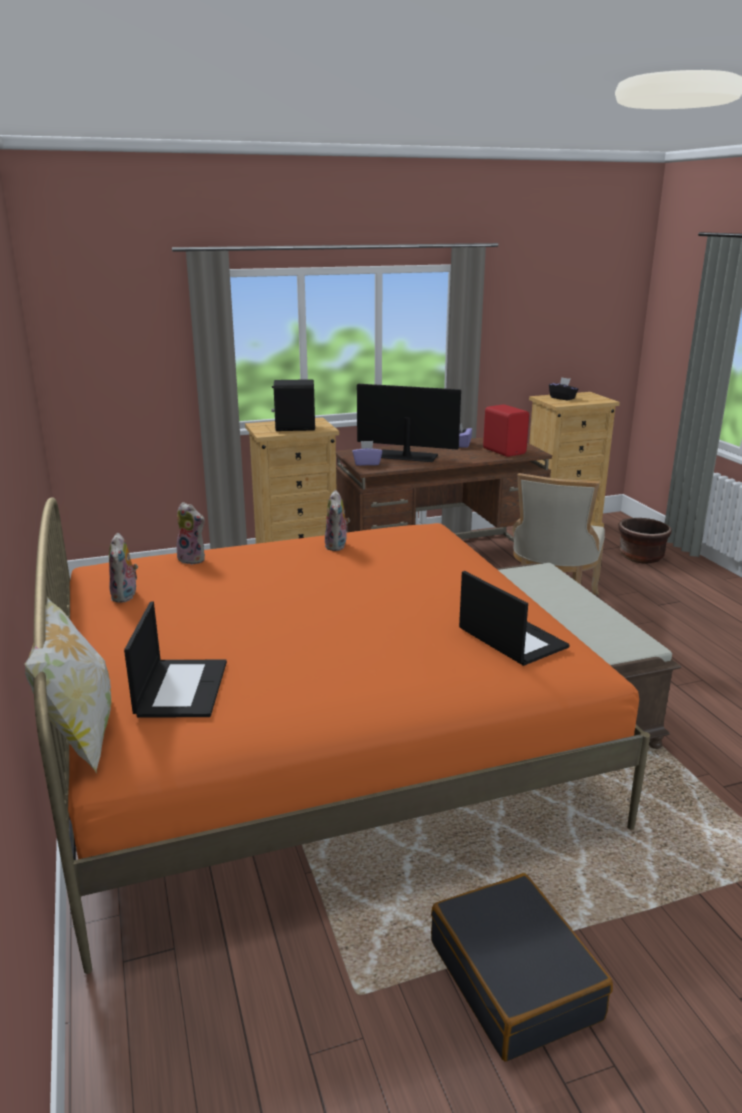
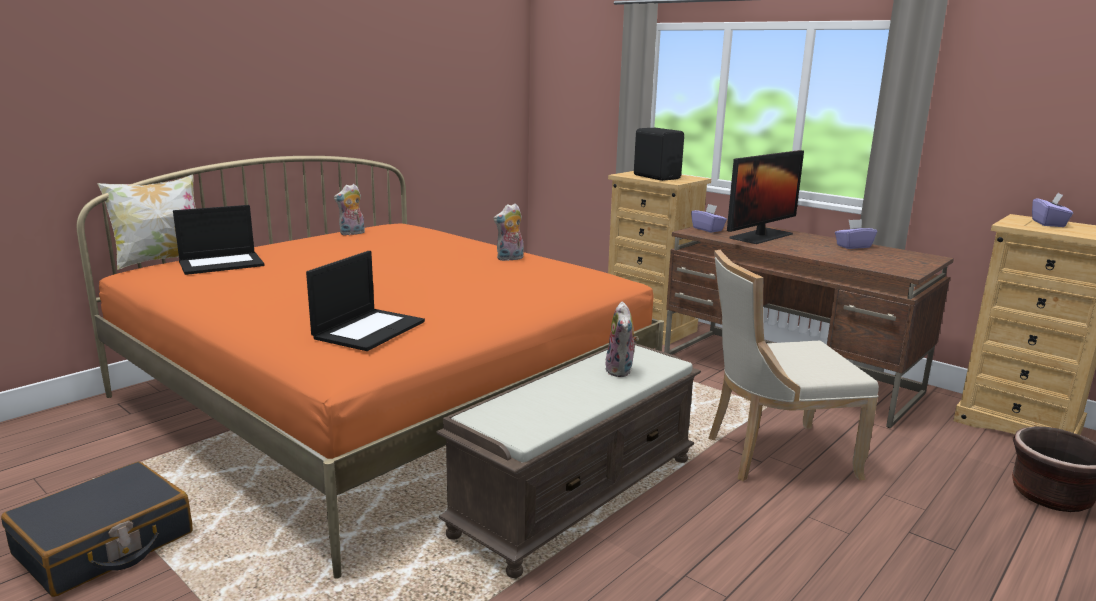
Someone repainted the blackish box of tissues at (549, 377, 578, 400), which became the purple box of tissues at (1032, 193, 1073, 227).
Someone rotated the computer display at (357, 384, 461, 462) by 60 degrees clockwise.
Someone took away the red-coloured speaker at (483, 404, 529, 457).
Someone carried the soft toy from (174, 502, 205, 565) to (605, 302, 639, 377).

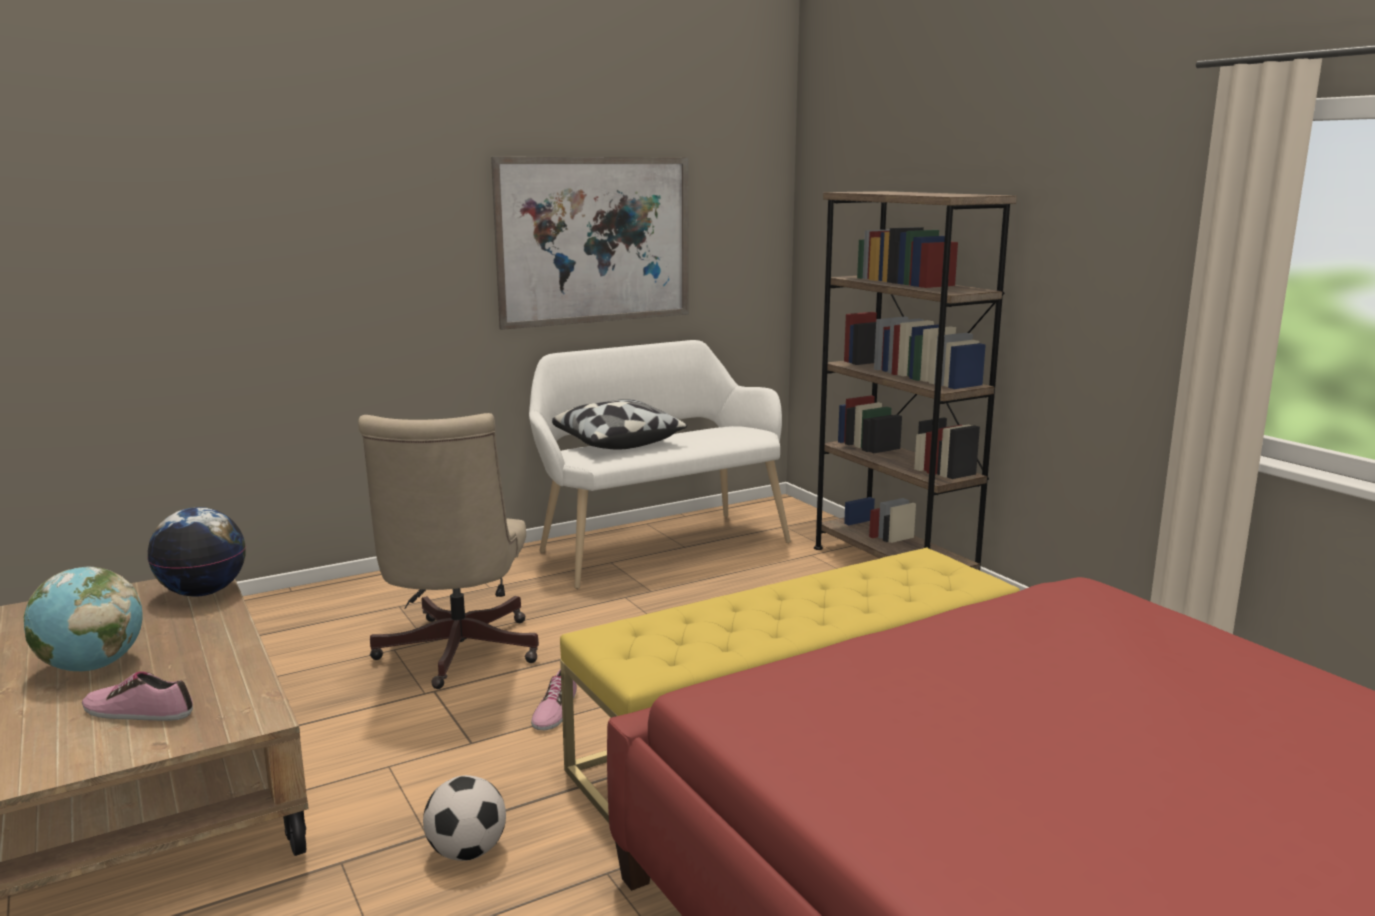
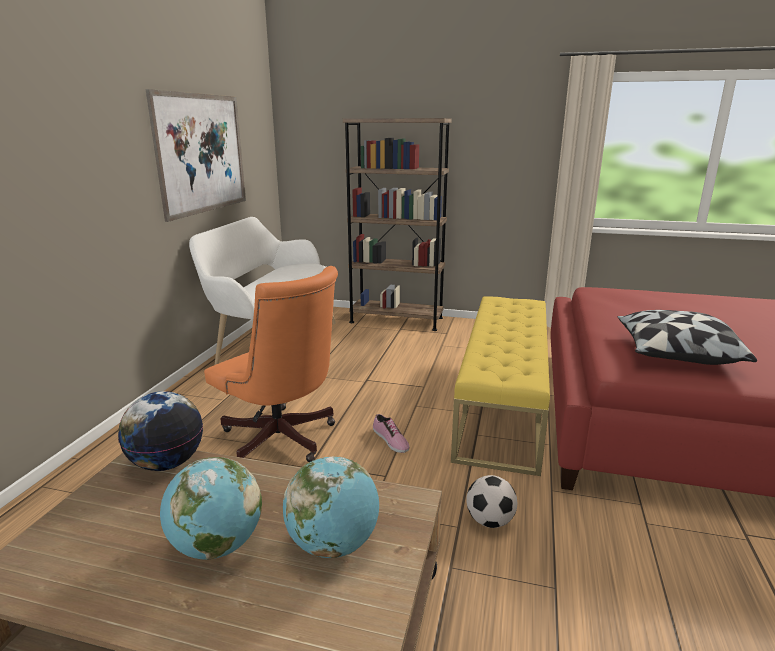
Someone carried the cushion from (552, 399, 687, 450) to (617, 310, 757, 365).
Someone repainted the beige desk chair at (358, 413, 539, 689), which became the orange-coloured desk chair at (204, 266, 338, 462).
Someone swapped the shoe at (82, 671, 193, 721) for the world globe at (283, 456, 379, 558).

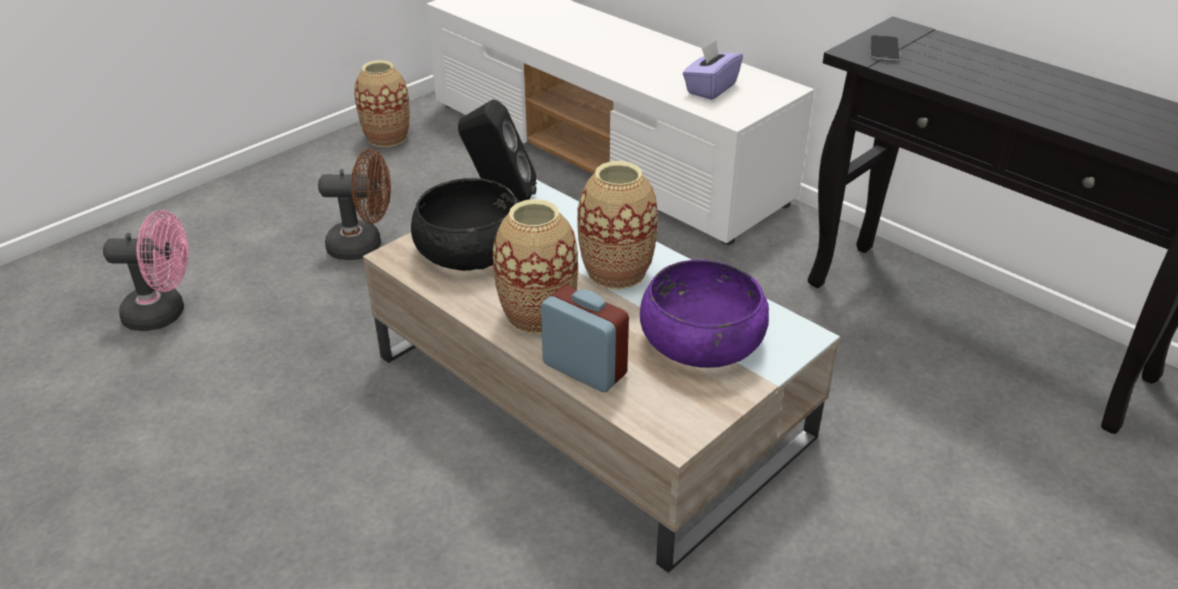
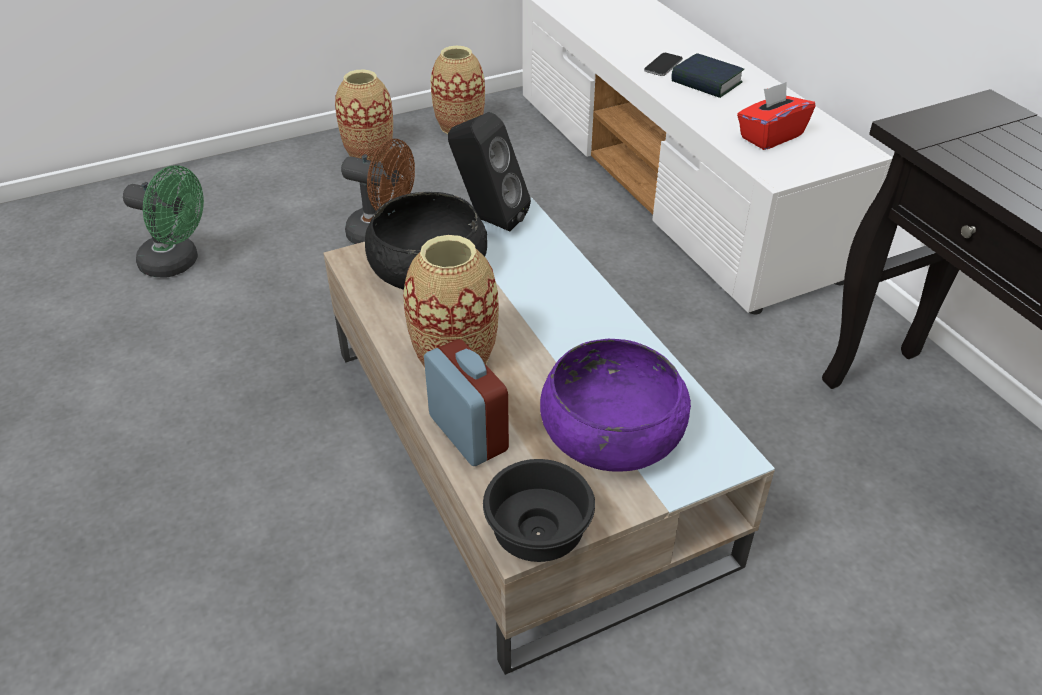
Someone carried the handset from (871, 35, 900, 61) to (644, 53, 683, 76).
Someone repainted the purple box of tissues at (683, 40, 743, 100), which became the red-coloured box of tissues at (737, 82, 815, 150).
Someone carried the flower vase from (577, 161, 658, 290) to (335, 69, 393, 161).
Someone repainted the pink fan at (103, 210, 189, 331), which became the greenish fan at (123, 165, 204, 278).
Someone put down the volume at (671, 53, 744, 98).
Someone put down the blackish bowl at (483, 459, 595, 562).

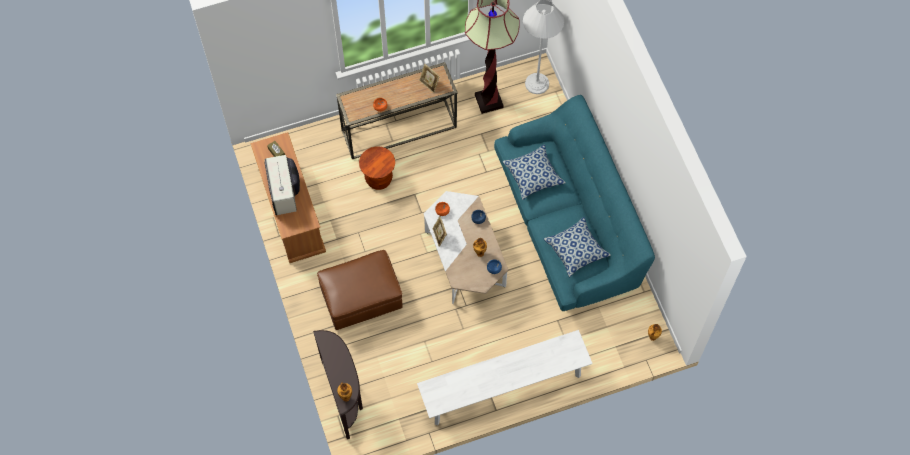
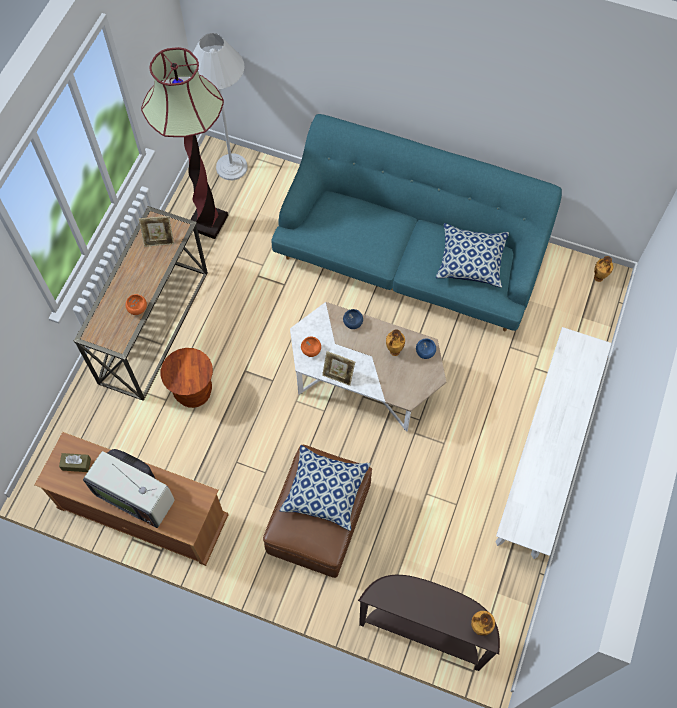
Someone carried the cushion from (502, 144, 566, 200) to (280, 445, 370, 531).

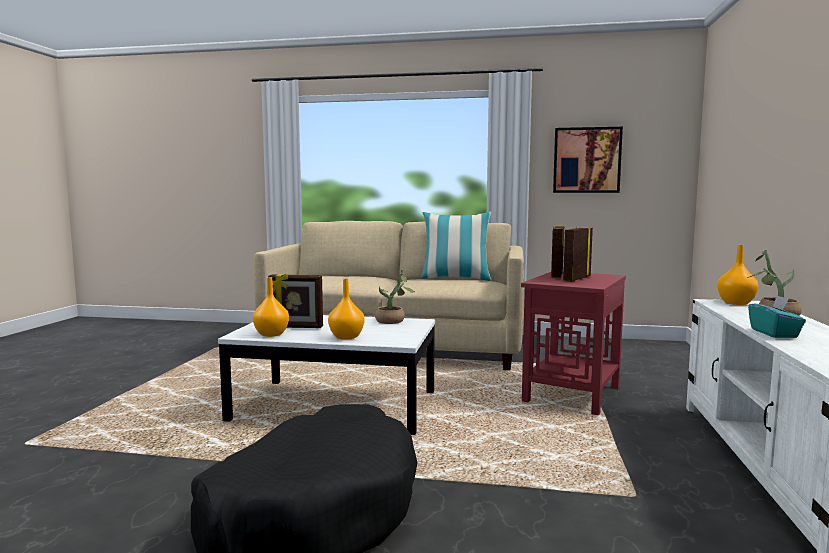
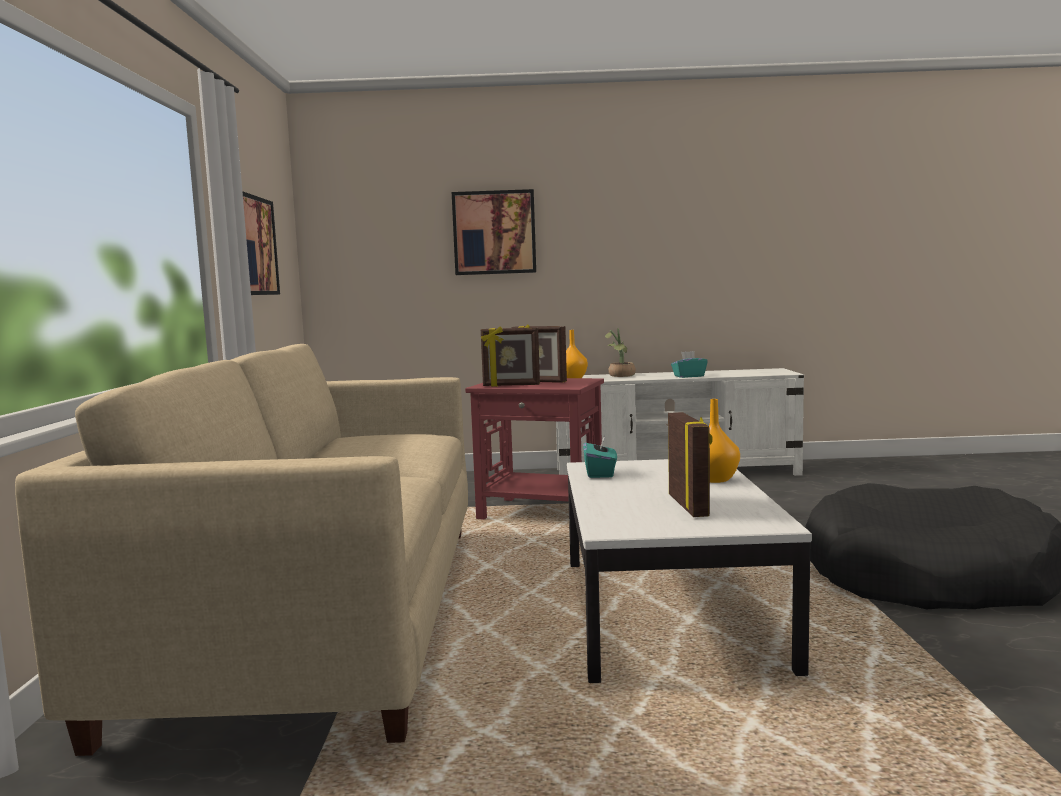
Someone took away the cushion at (421, 212, 492, 281).
Someone swapped the houseplant at (375, 270, 414, 324) for the turquoise box of tissues at (583, 435, 617, 478).
Someone took away the orange-coloured flower vase at (253, 277, 289, 337).
Someone put up the wall art at (452, 189, 536, 275).

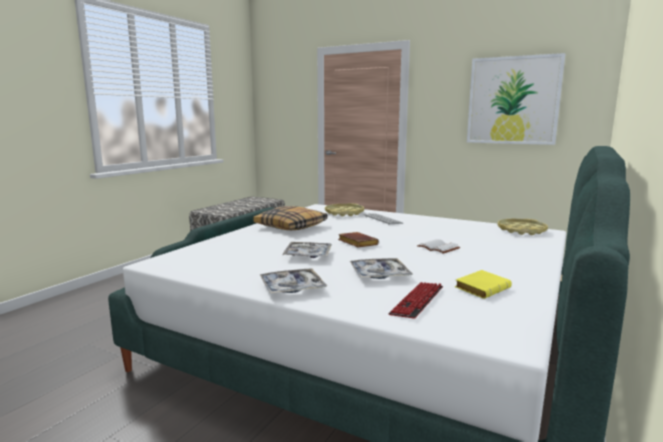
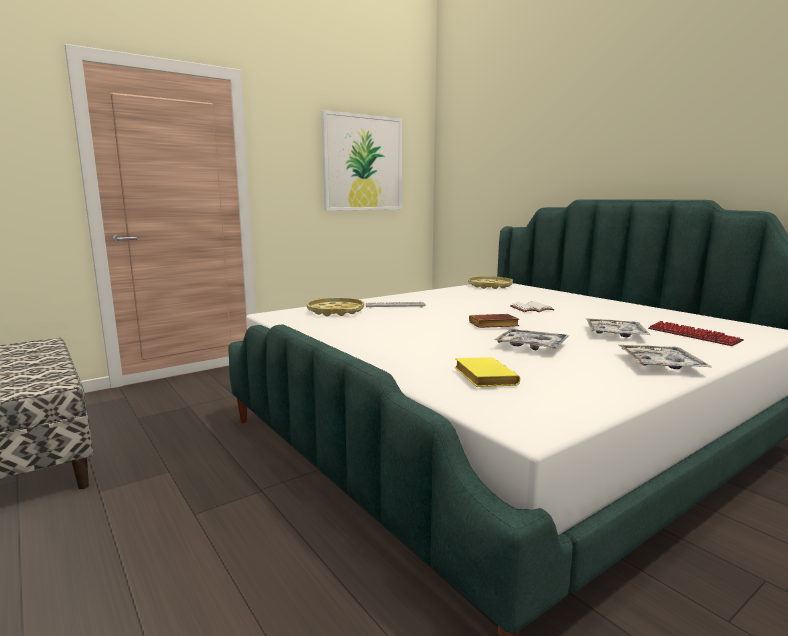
Someone took away the cushion at (253, 206, 327, 230).
Someone carried the yellowish volume from (455, 270, 512, 299) to (454, 357, 520, 387).

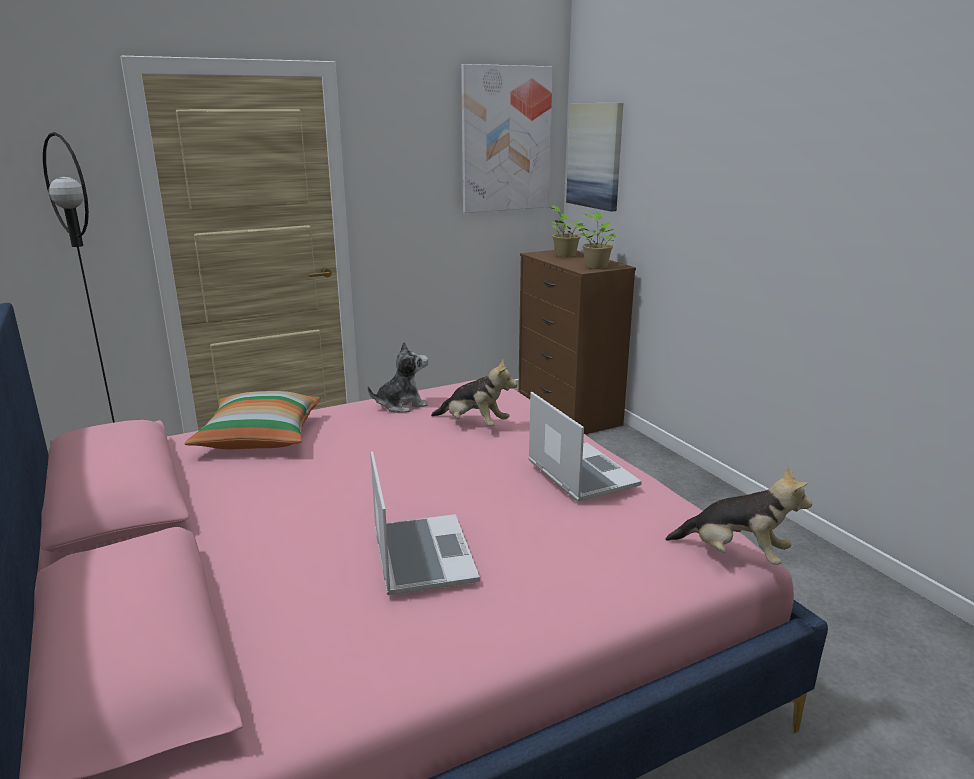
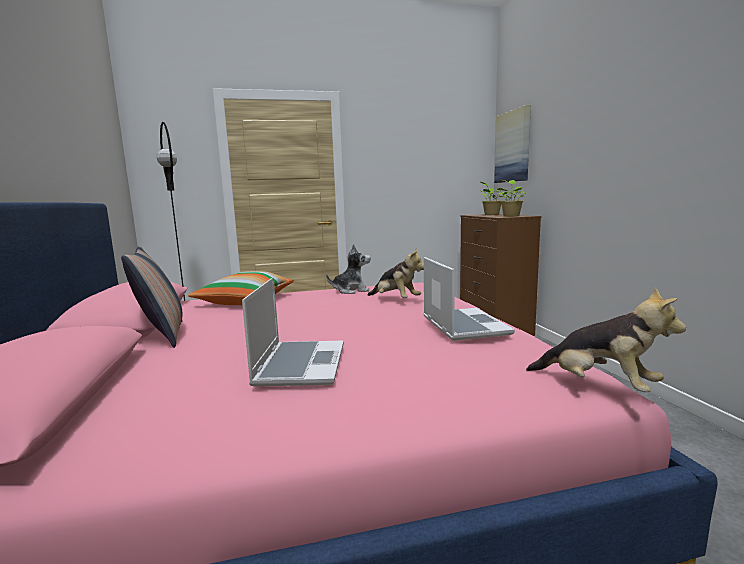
Someone took away the wall art at (461, 64, 553, 213).
Someone put down the cushion at (121, 245, 183, 348).

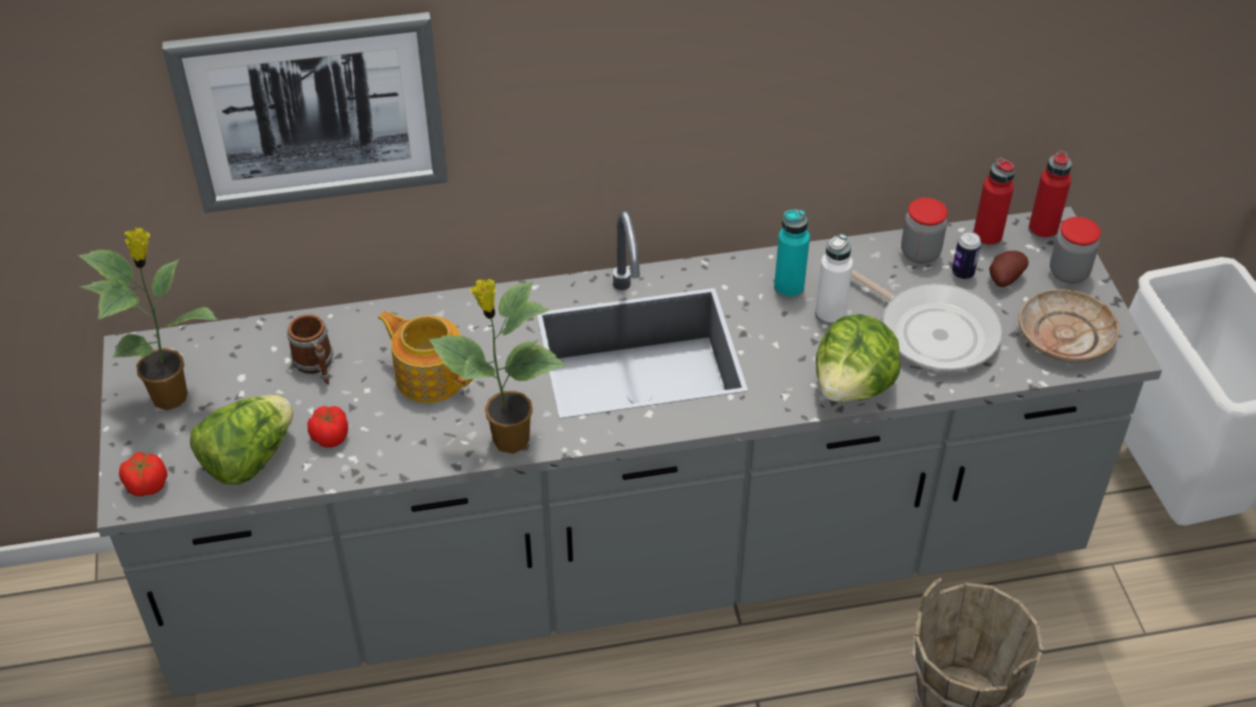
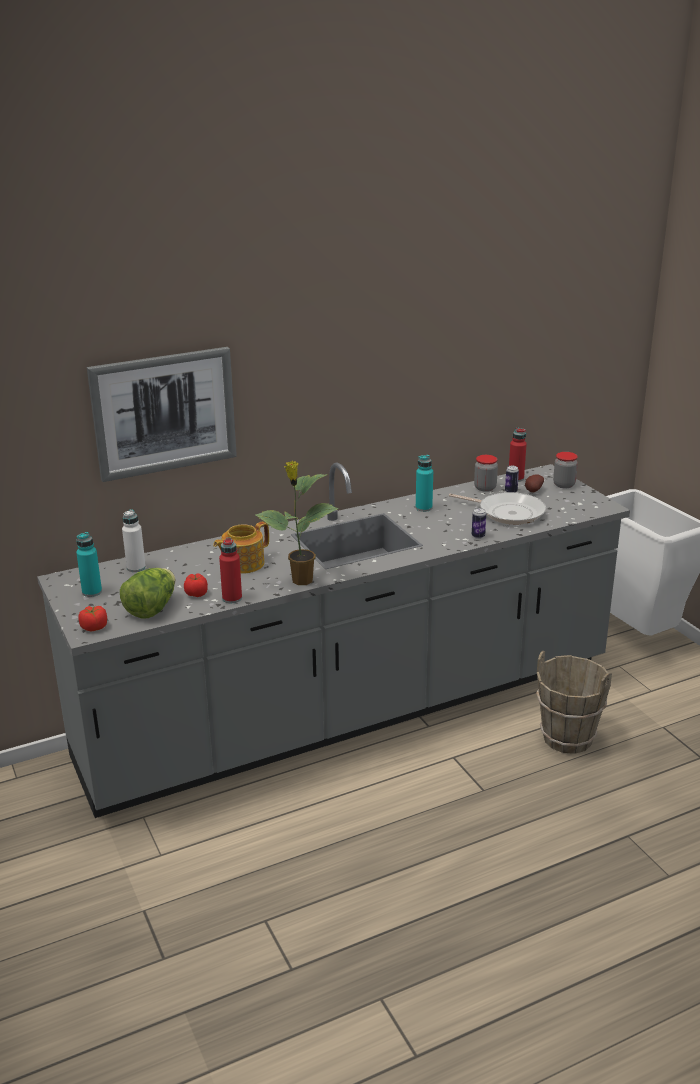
Someone carried the red-coloured beverage bottle from (1028, 151, 1072, 240) to (219, 538, 242, 603).
Someone swapped the houseplant at (77, 228, 218, 410) for the turquoise beverage bottle at (76, 532, 102, 597).
Someone carried the white beverage bottle from (815, 234, 853, 325) to (122, 509, 146, 572).
Someone took away the beige plate at (1019, 289, 1119, 363).
Someone rotated the teapot at (378, 311, 473, 403) by 60 degrees counterclockwise.
Someone took away the mug at (287, 314, 333, 385).
Someone swapped the lettuce at (816, 314, 900, 402) for the metal can at (472, 508, 486, 539).

